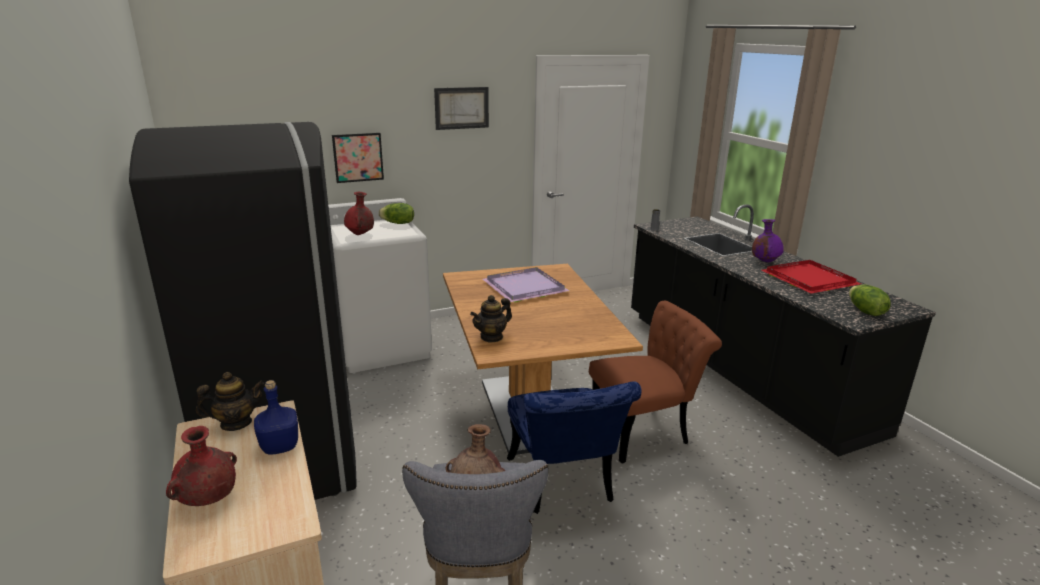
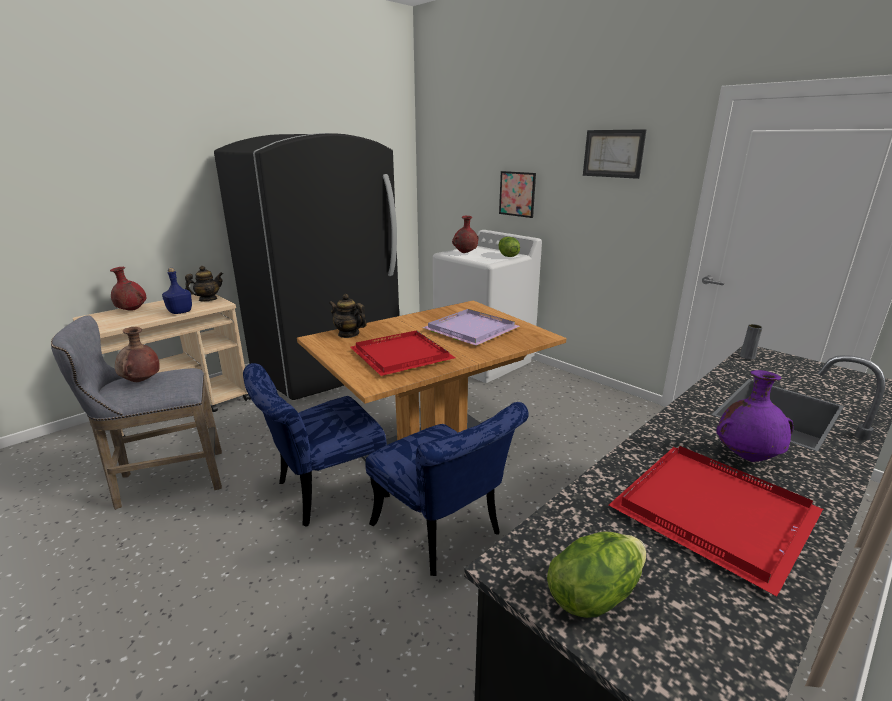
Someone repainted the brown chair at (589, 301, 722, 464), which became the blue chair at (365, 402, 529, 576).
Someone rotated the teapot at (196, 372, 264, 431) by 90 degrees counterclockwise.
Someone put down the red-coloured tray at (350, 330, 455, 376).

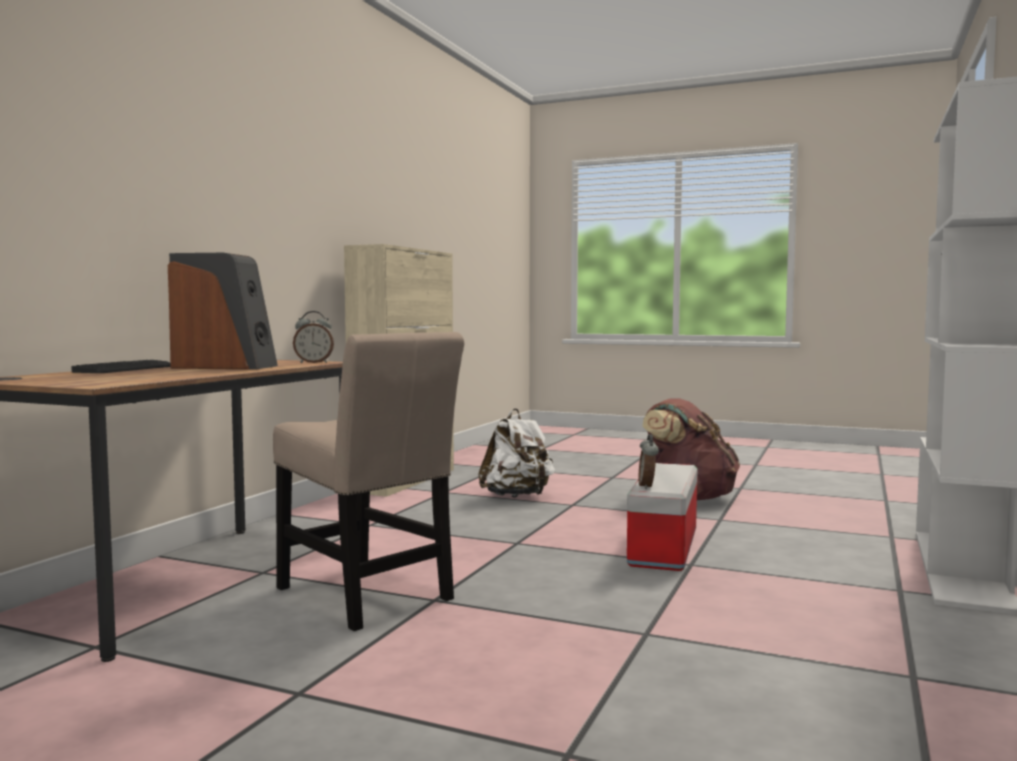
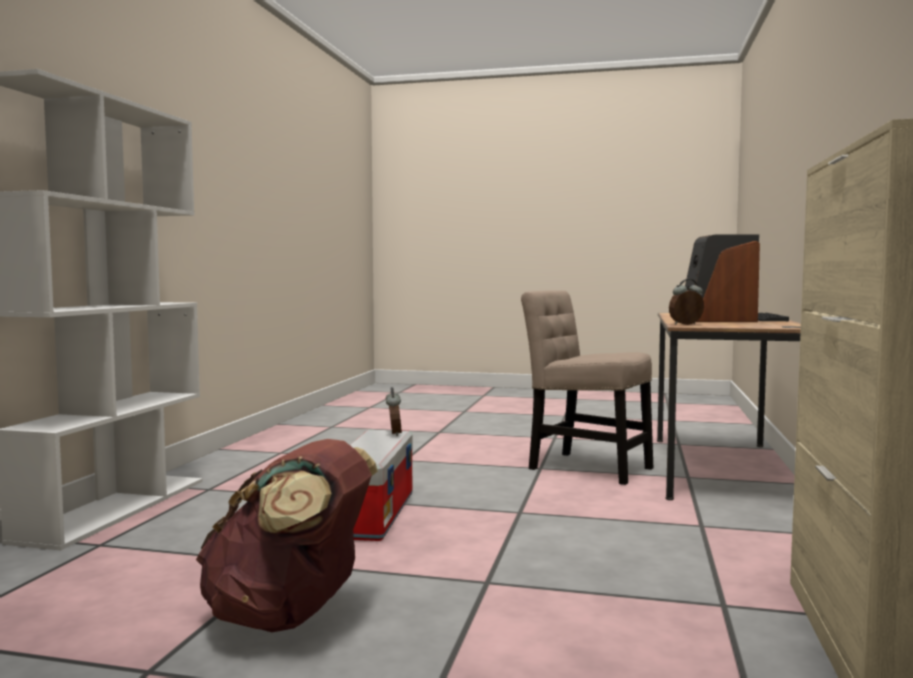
Someone took away the white backpack at (478, 408, 555, 498).

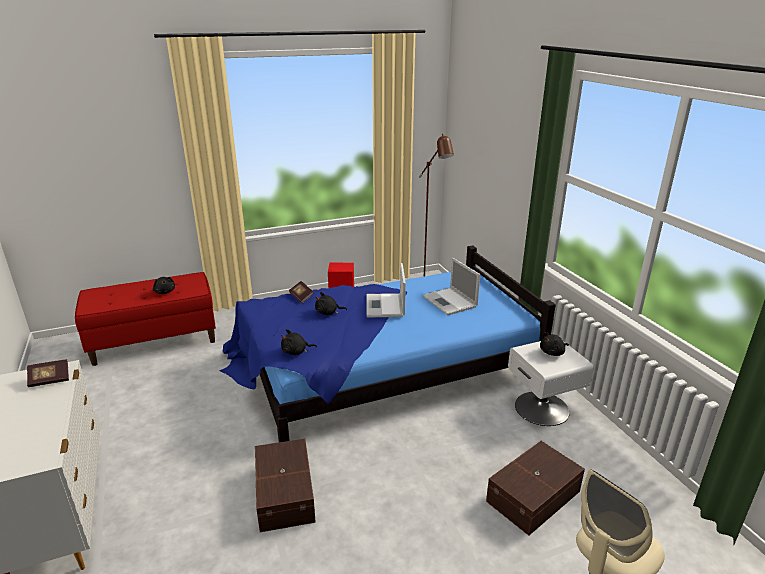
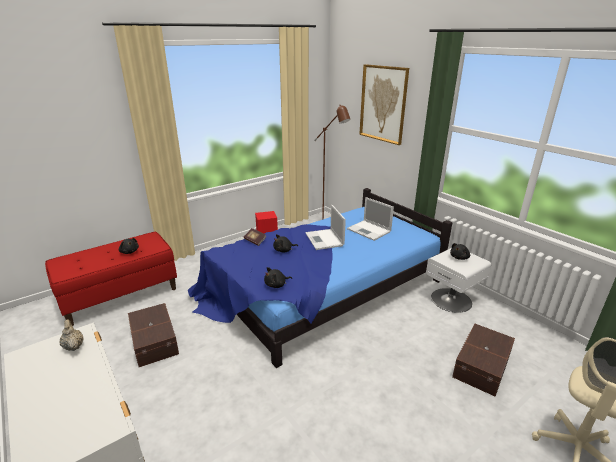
Someone swapped the volume at (27, 359, 69, 387) for the beige teapot at (60, 319, 84, 351).
Someone carried the brown storage bin from (255, 439, 316, 532) to (128, 303, 179, 367).
Someone put up the wall art at (359, 64, 409, 145).

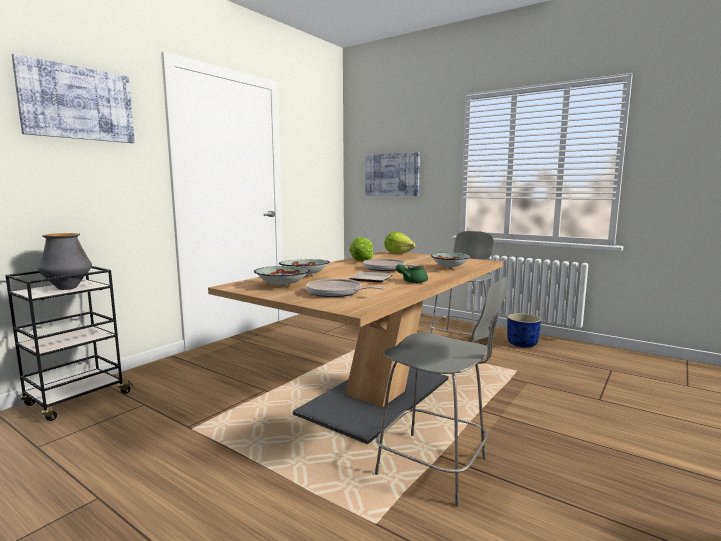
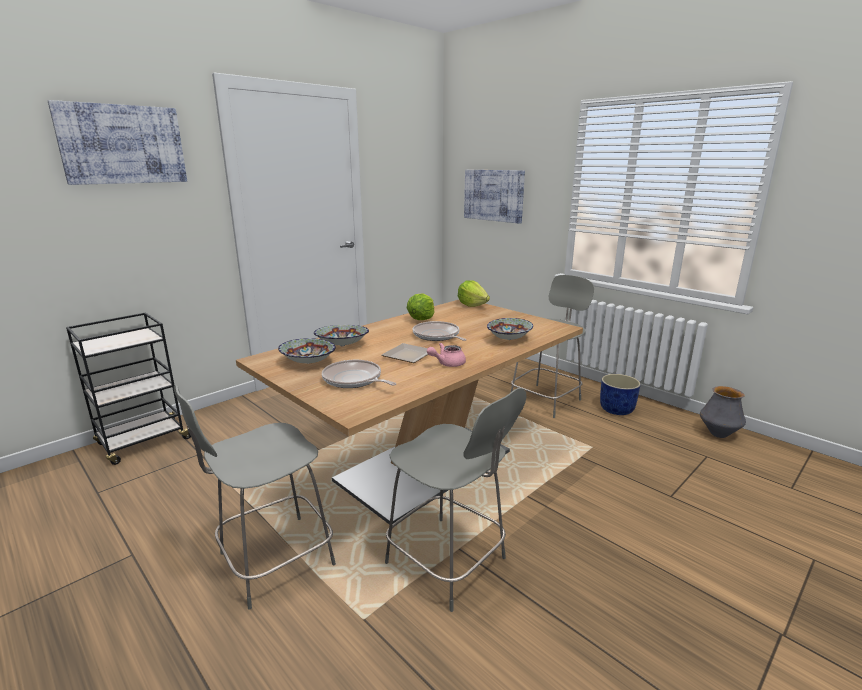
Someone carried the flower vase from (37, 233, 92, 290) to (700, 386, 746, 438).
Someone repainted the greenish teapot at (396, 264, 428, 283), which became the pink teapot at (427, 343, 466, 367).
Someone put down the greyish chair at (174, 385, 336, 610).

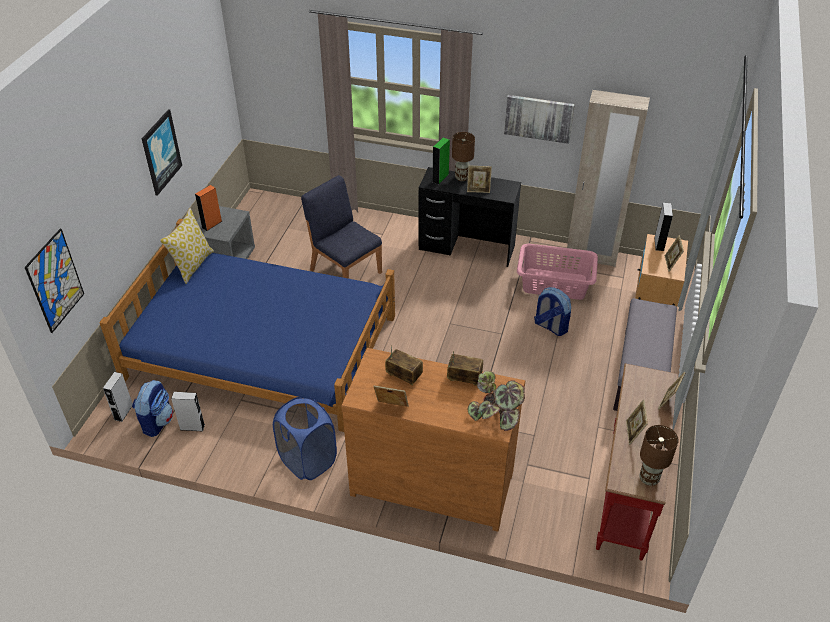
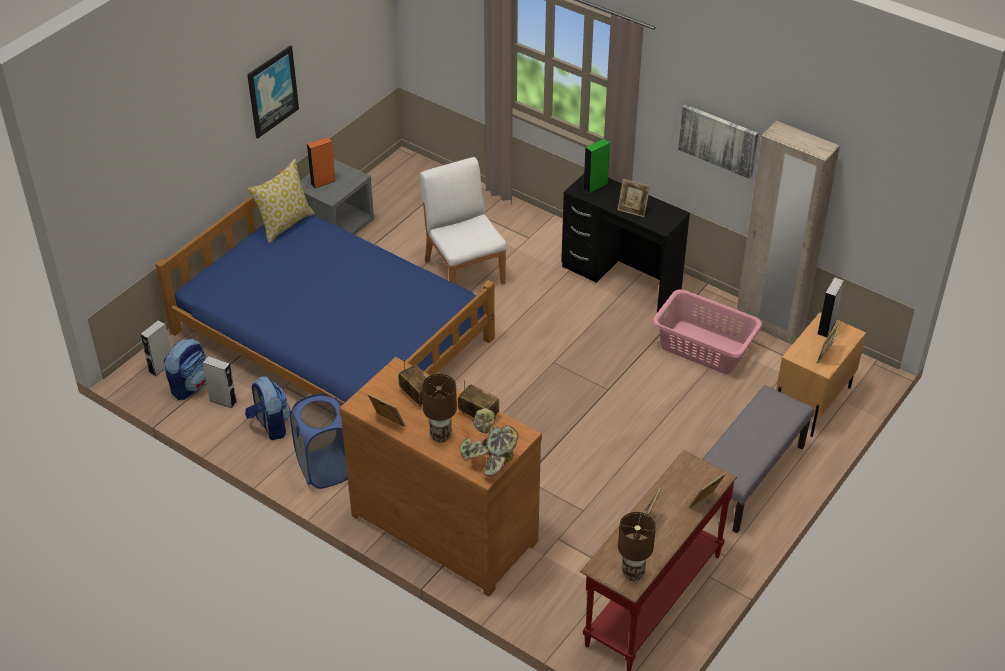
Someone carried the brown lamp for a table from (452, 132, 475, 181) to (422, 374, 457, 443).
Someone repainted the blue chair at (301, 175, 382, 279), which became the white chair at (420, 157, 506, 285).
Someone took away the wall art at (24, 229, 84, 333).
Someone carried the backpack from (534, 287, 571, 336) to (245, 376, 290, 440).

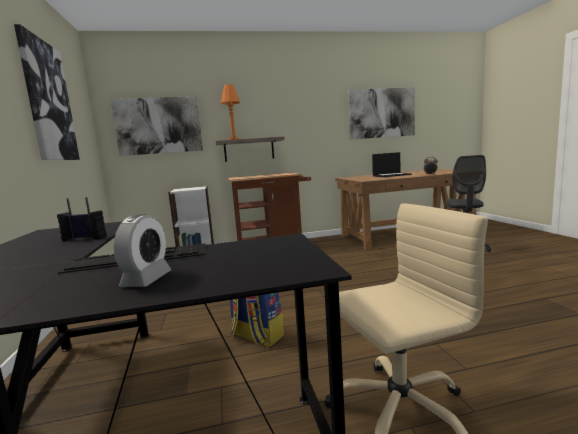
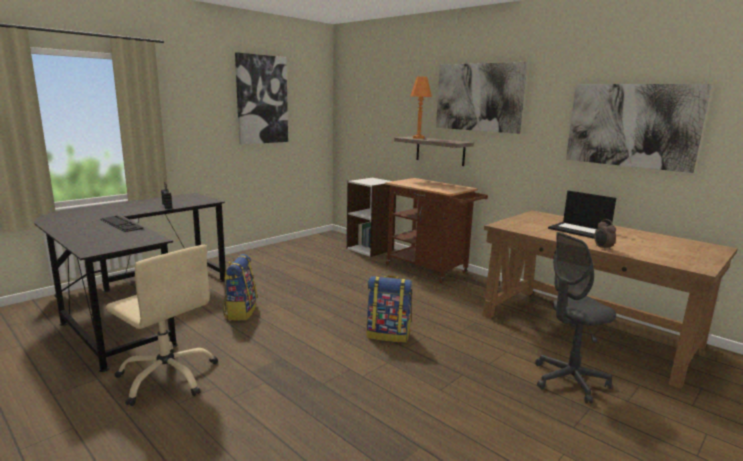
Someone carried the wall art from (110, 96, 203, 156) to (436, 62, 528, 134).
Someone took away the table clock at (113, 214, 172, 287).
Someone put down the backpack at (367, 275, 413, 343).

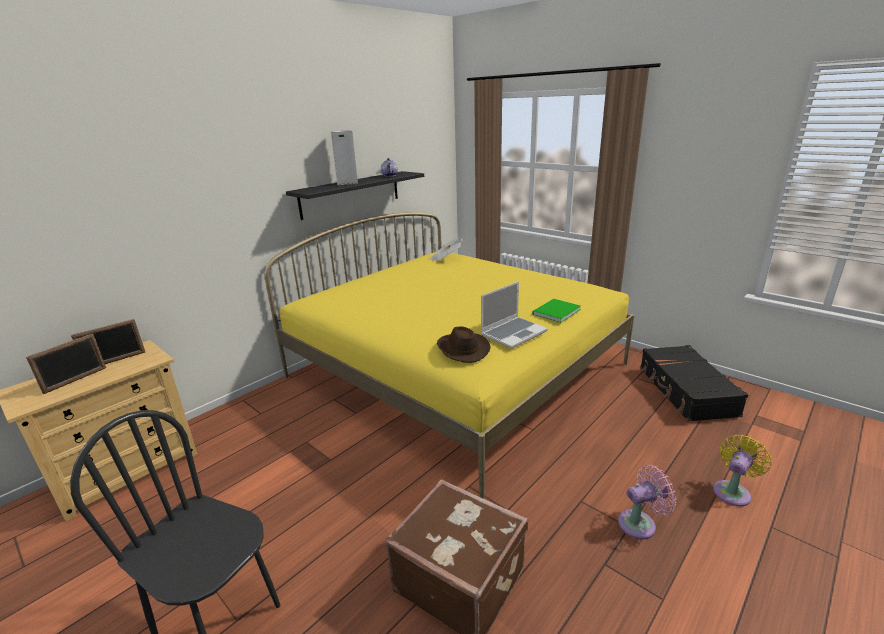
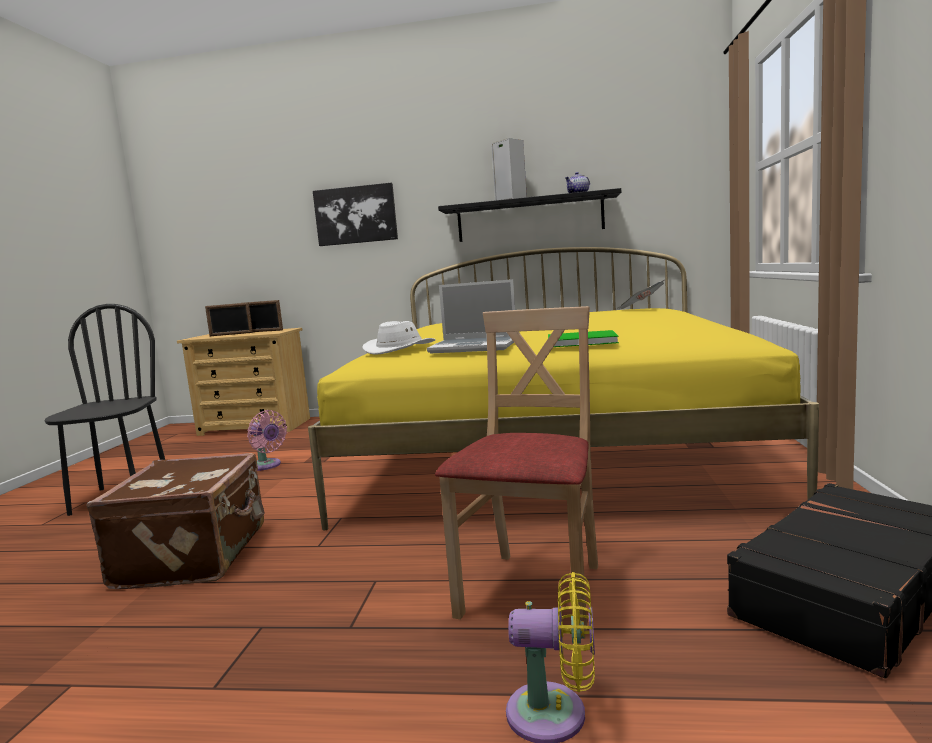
Someone repainted the brown hat at (437, 326, 491, 363), which became the white hat at (362, 321, 436, 355).
Someone carried the pink fan from (618, 465, 677, 539) to (247, 410, 287, 471).
Someone put up the wall art at (313, 183, 398, 246).
Someone put down the beige chair at (435, 306, 598, 639).

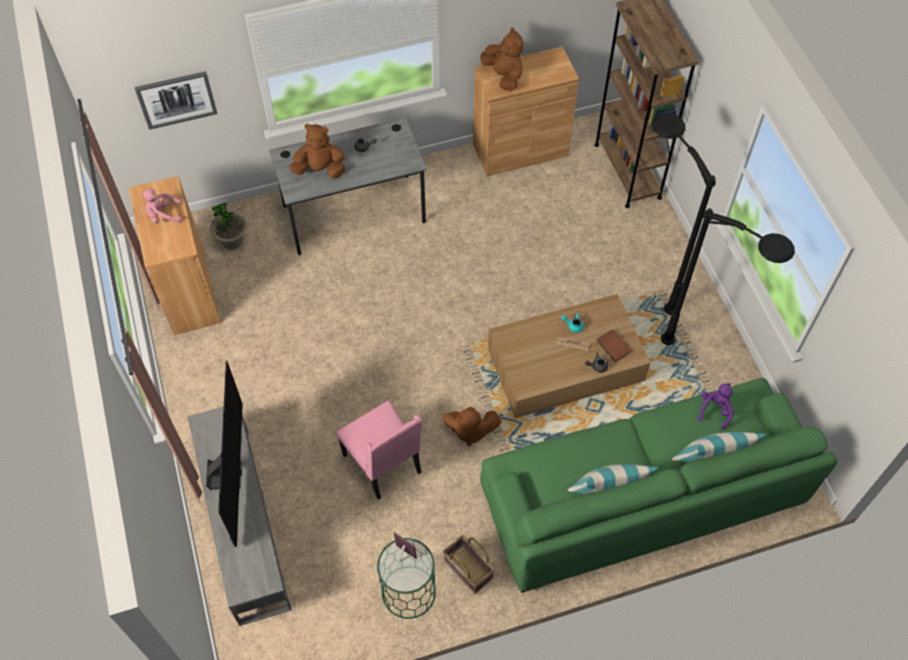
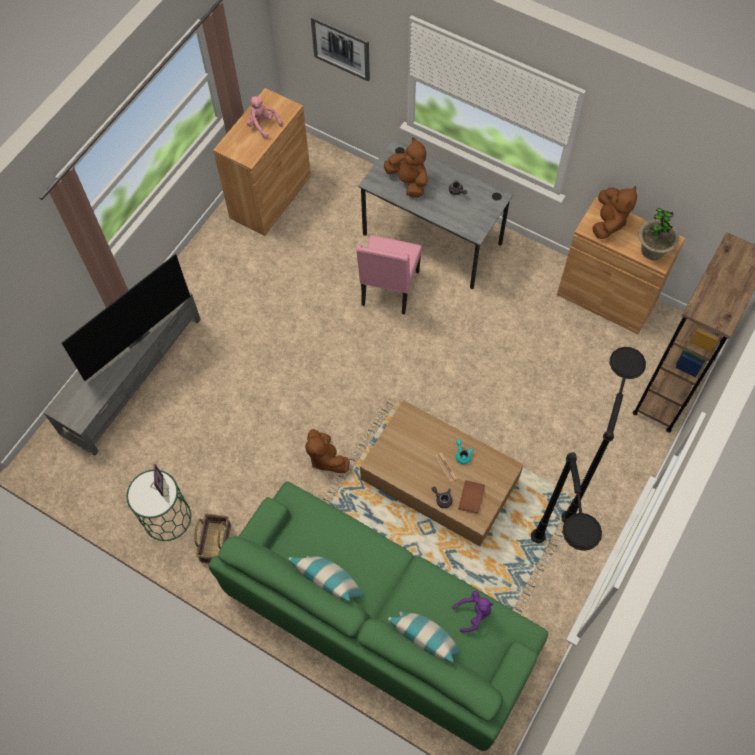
Someone carried the houseplant from (210, 202, 247, 249) to (638, 208, 679, 260).
Someone carried the pink chair from (336, 400, 422, 500) to (356, 235, 422, 315).

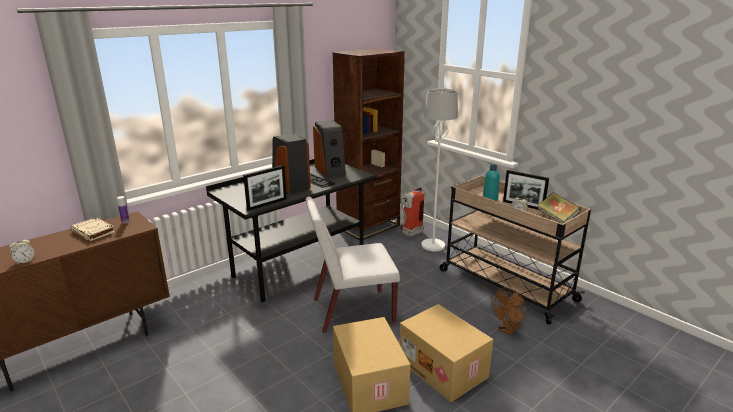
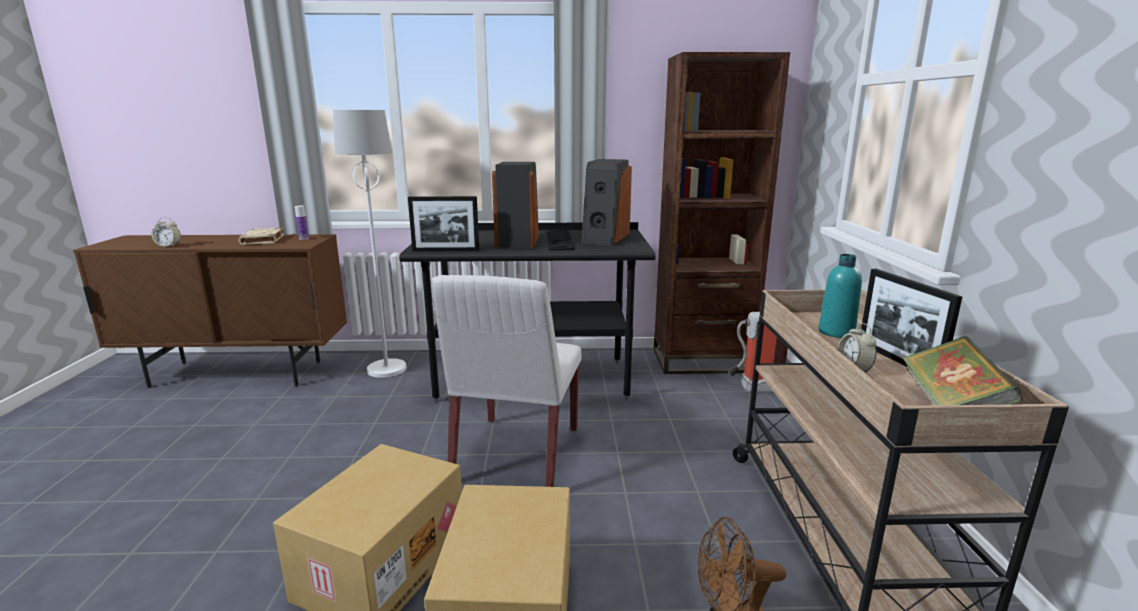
Someone carried the white standard lamp from (421, 88, 458, 251) to (333, 110, 406, 378).
Someone rotated the white chair at (306, 196, 400, 333) by 105 degrees counterclockwise.

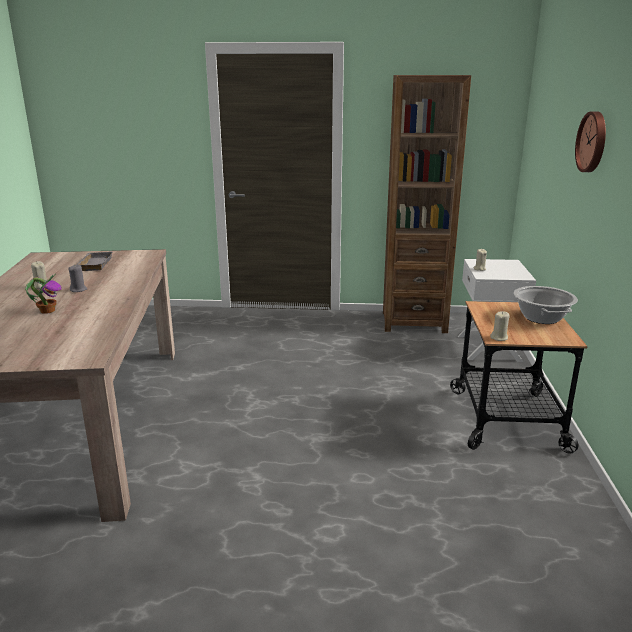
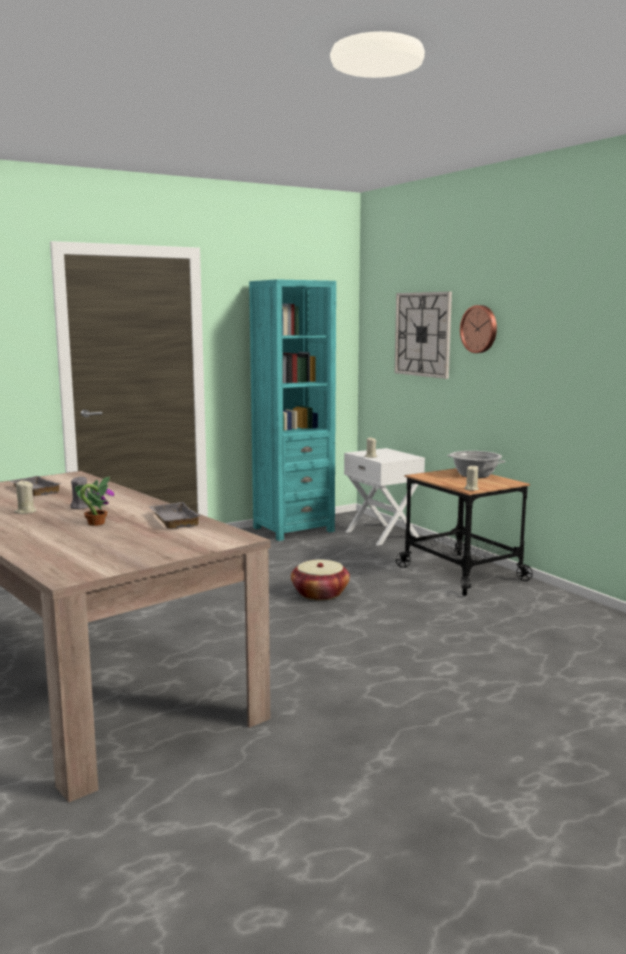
Someone repainted the brown shelving unit at (383, 75, 471, 333), which became the turquoise shelving unit at (249, 279, 336, 541).
Someone put up the wall clock at (394, 292, 452, 379).
Someone put down the greyish tray at (149, 502, 202, 529).
Someone put down the household basket at (291, 560, 350, 600).

